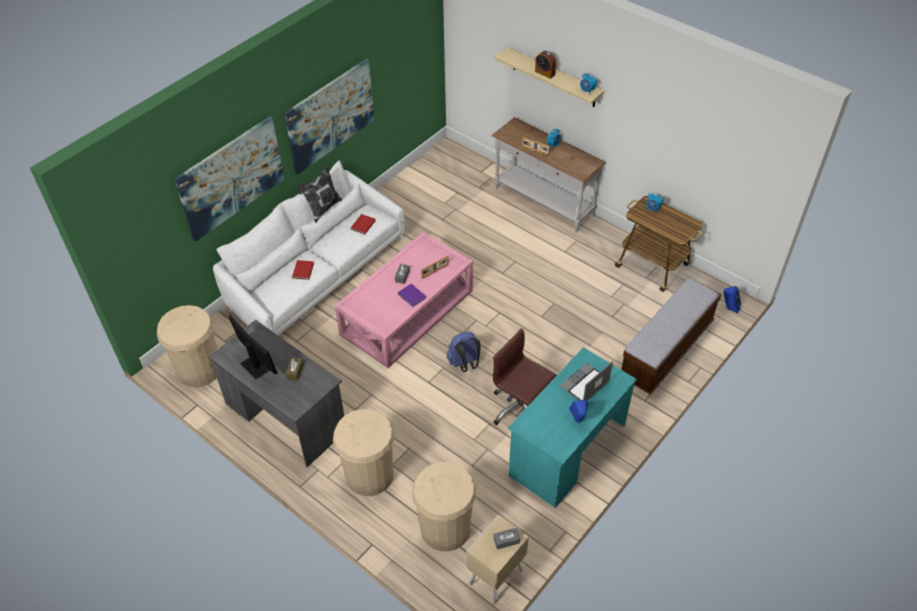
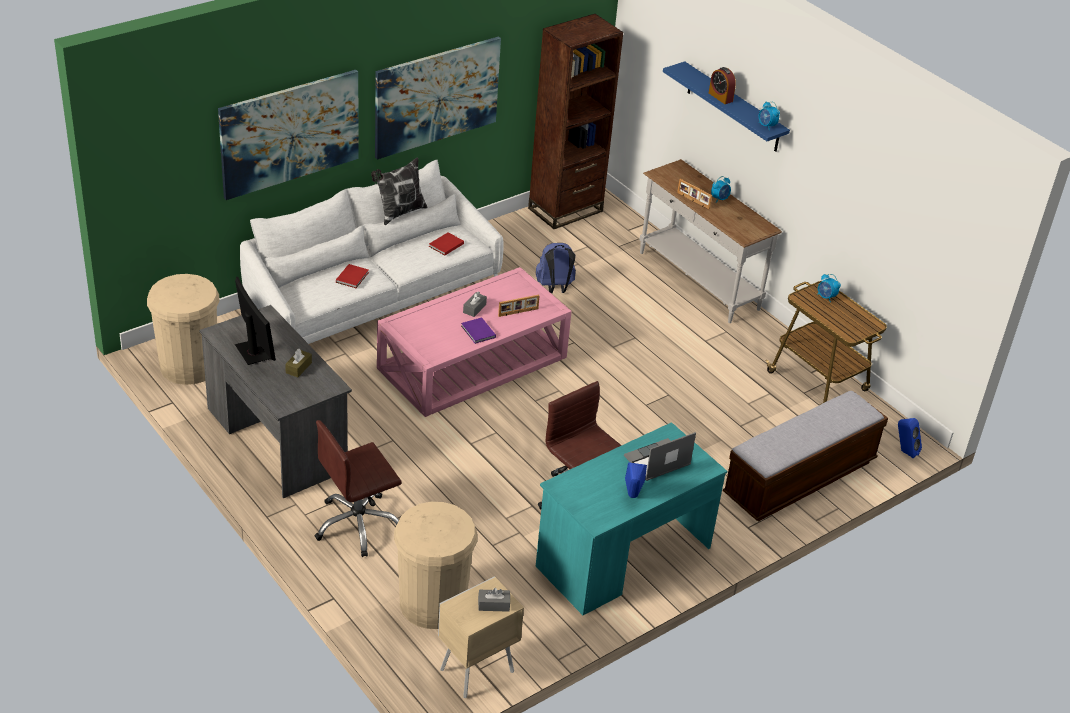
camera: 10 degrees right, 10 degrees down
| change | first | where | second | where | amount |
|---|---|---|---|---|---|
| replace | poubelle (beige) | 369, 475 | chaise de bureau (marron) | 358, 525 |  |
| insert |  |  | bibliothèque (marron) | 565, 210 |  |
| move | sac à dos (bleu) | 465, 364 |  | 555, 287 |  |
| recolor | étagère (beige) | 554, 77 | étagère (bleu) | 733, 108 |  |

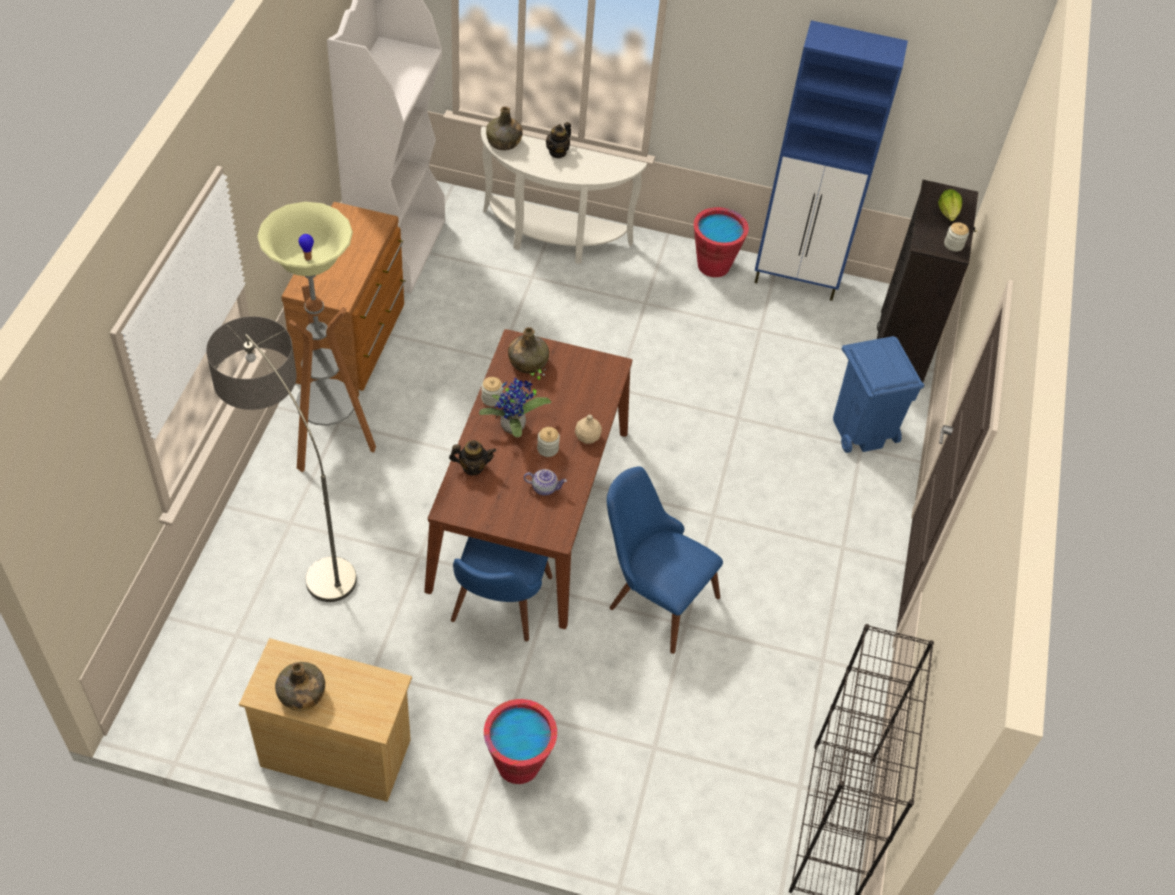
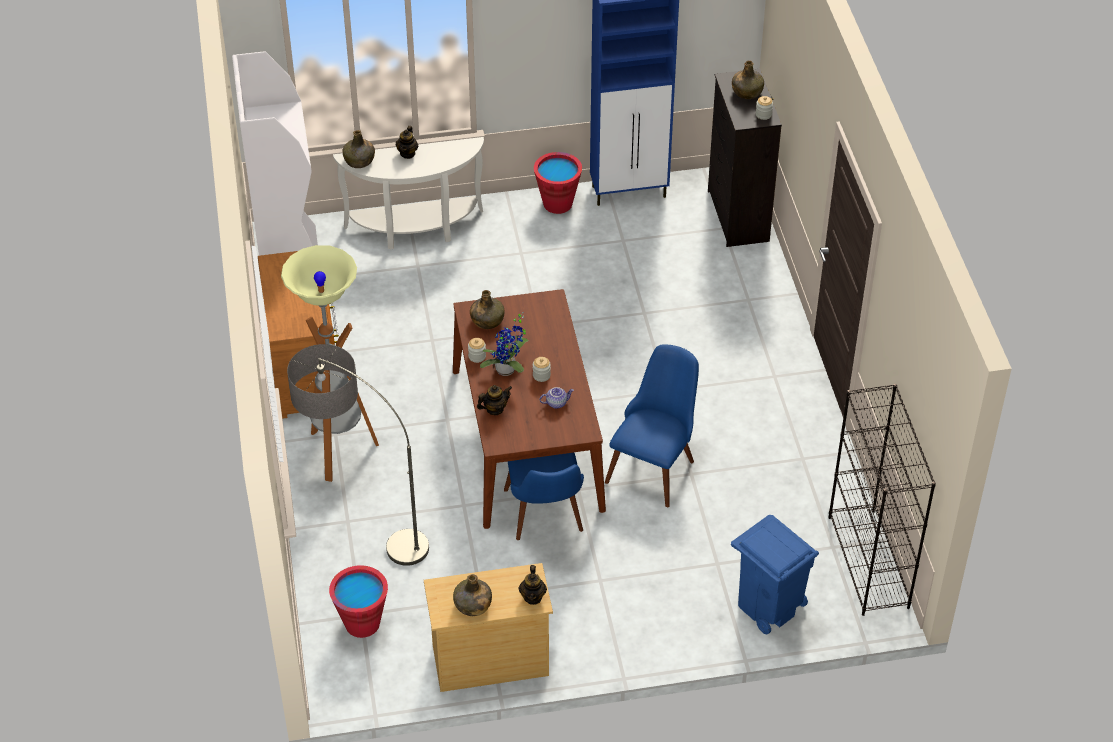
camera: 20 degrees left, 5 degrees down
| change | first | where | second | where | amount |
|---|---|---|---|---|---|
| move | seau (rouge) | 518, 764 |  | 362, 623 |  |
| insert |  |  | théière | 533, 597 |  |
| rotate | chaise (bleu) | 652, 595 |  | 655, 464 | 105 degrees clockwise |
| move | poubelle (bleu) | 861, 430 |  | 768, 606 |  |
| replace | laitue | 948, 213 | bouteille (vert) | 747, 92 |  |
| delete | bouteille (beige) | 587, 437 |  |  |  |

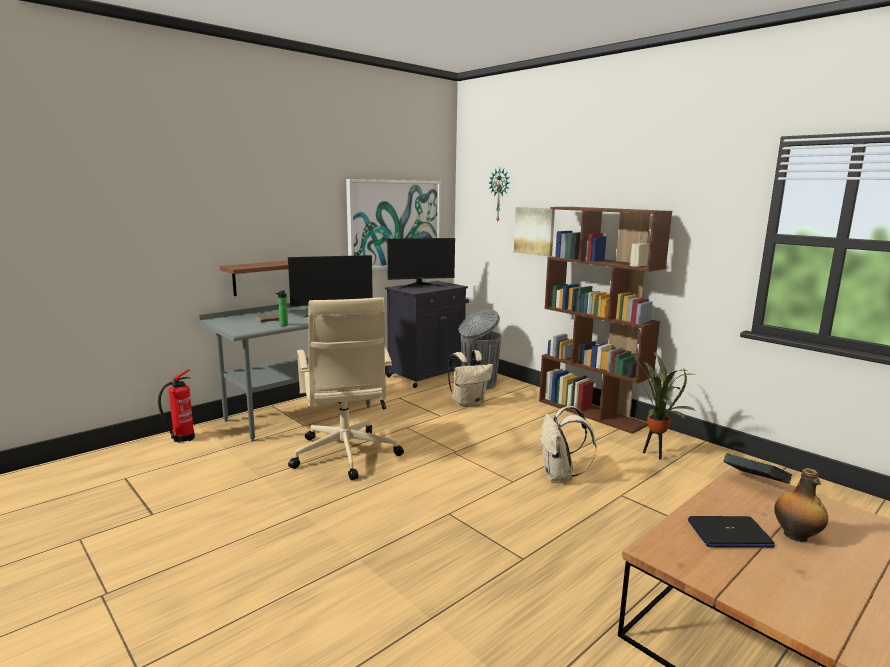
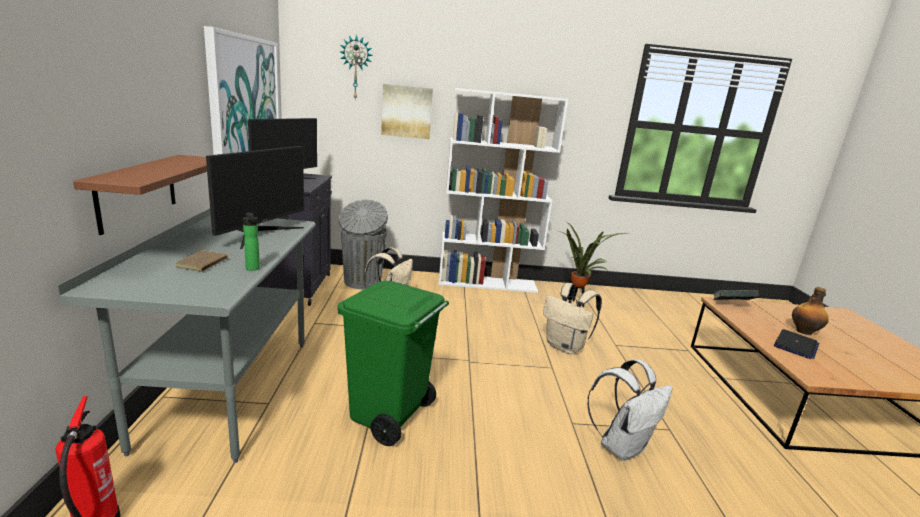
camera: 50 degrees left, 5 degrees up
| change | first | where | second | where | amount |
|---|---|---|---|---|---|
| replace | chaise de bureau (beige) | 345, 455 | poubelle (vert) | 388, 416 |  |
| recolor | bibliothèque (marron) | 592, 412 | bibliothèque (blanc) | 487, 283 |  |
| insert |  |  | sac à dos (blanc) | 622, 446 |  |

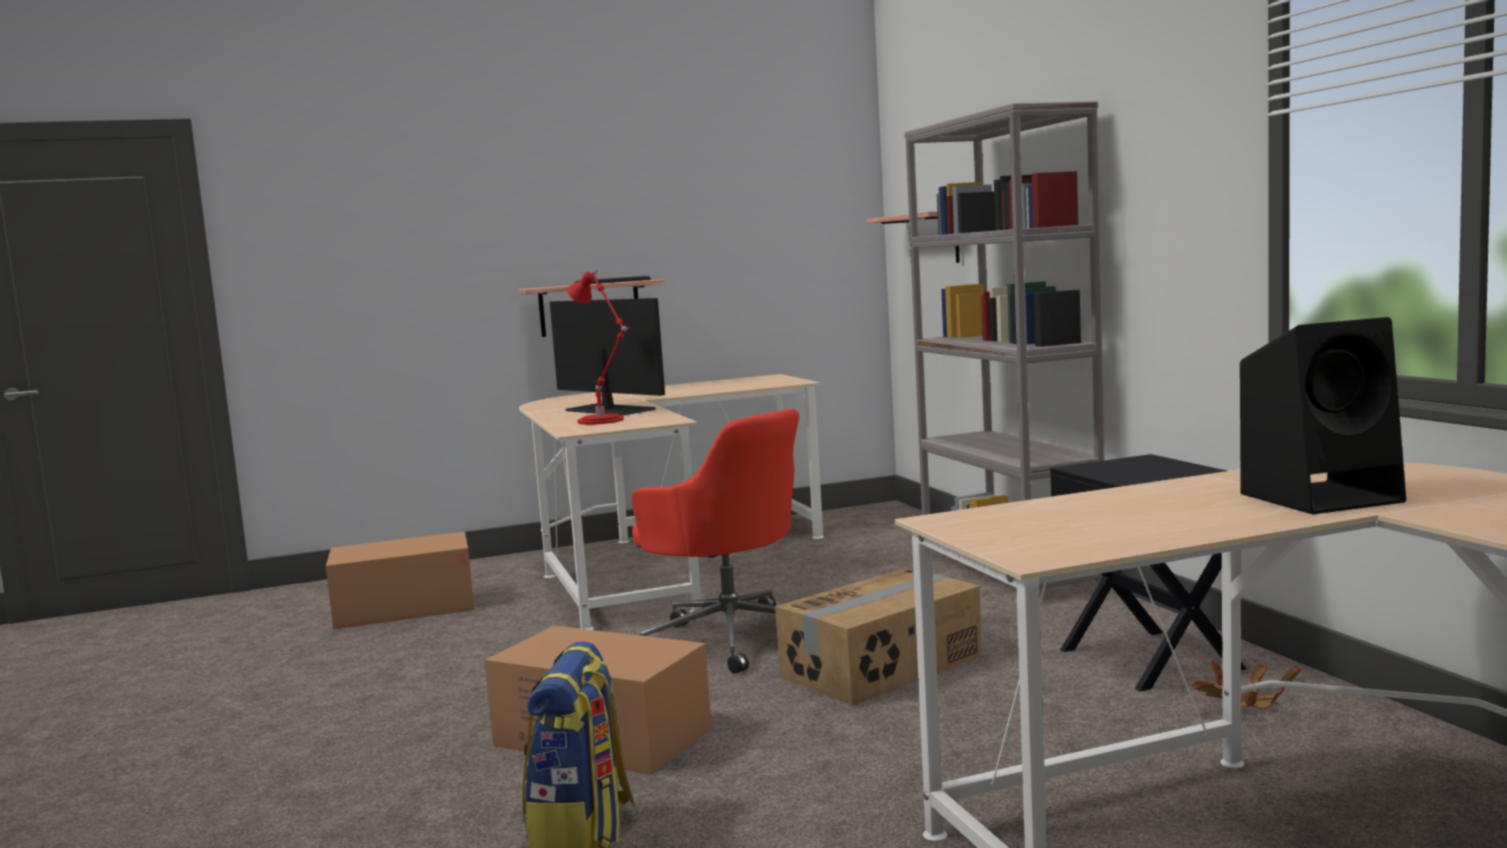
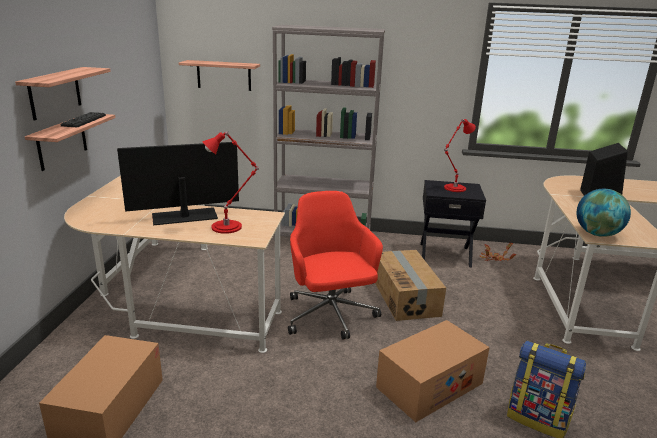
camera: 65 degrees left, 15 degrees up
| change | first | where | second | where | amount |
|---|---|---|---|---|---|
| insert |  |  | étagère | 55, 93 |  |
| rotate | chaise de bureau (rouge) | 731, 638 |  | 330, 316 | 90 degrees counterclockwise |
| insert |  |  | lampe de table (rouge) | 453, 188 |  |
| insert |  |  | globe | 597, 234 |  |

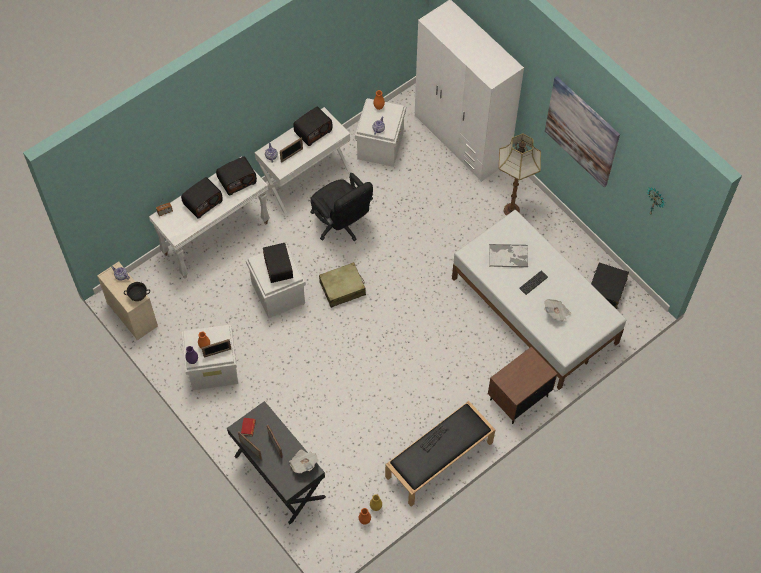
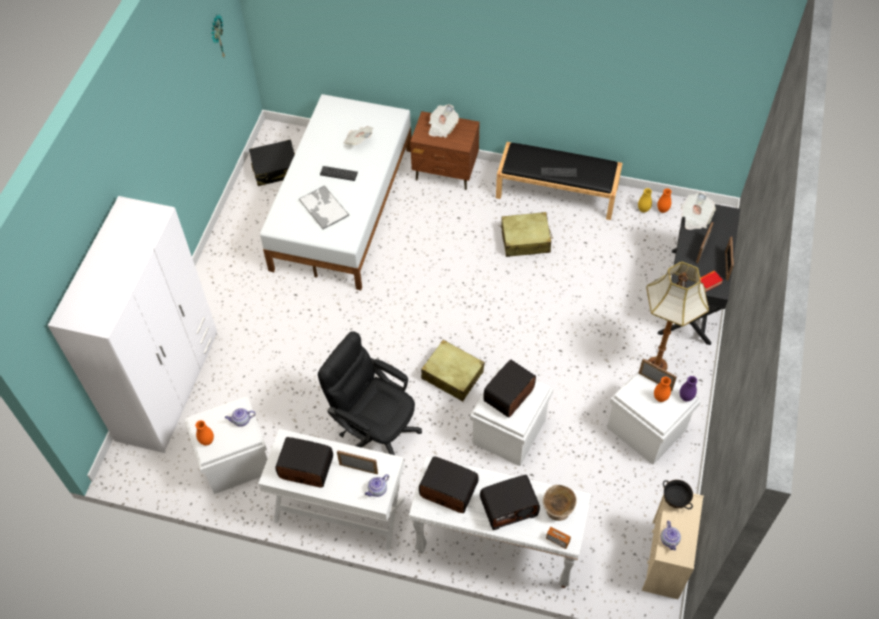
camera: 125 degrees left, 5 degrees down
| change | first | where | second | where | amount |
|---|---|---|---|---|---|
| rotate | chaise de bureau (noir) | 341, 225 |  | 374, 429 | 75 degrees counterclockwise |
| insert |  |  | journal | 442, 127 |  |
| rotate | radio | 203, 202 |  | 509, 507 | 150 degrees clockwise |
| insert |  |  | valise (beige) | 525, 240 |  |
| insert |  |  | bol (beige) | 558, 510 |  |
| move | lampadaire | 511, 211 |  | 657, 366 |  |
| delete | tableau | 582, 131 |  |  |  |

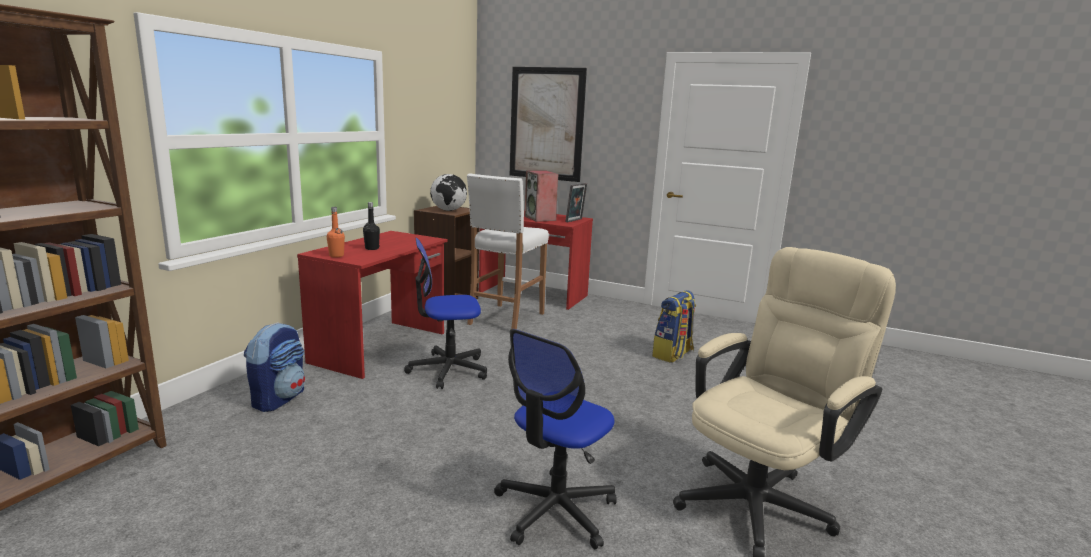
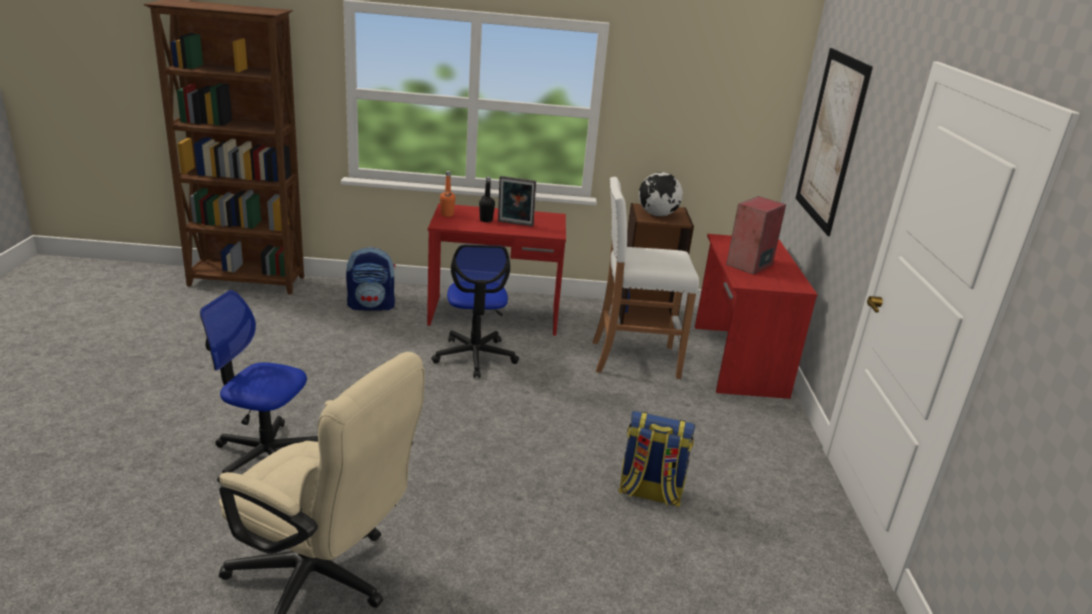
camera: 65 degrees right, 10 degrees up
| change | first | where | second | where | amount |
|---|---|---|---|---|---|
| rotate | chaise de bureau | 448, 370 |  | 475, 357 | 150 degrees counterclockwise |
| move | cadre photo | 575, 220 |  | 515, 224 |  |

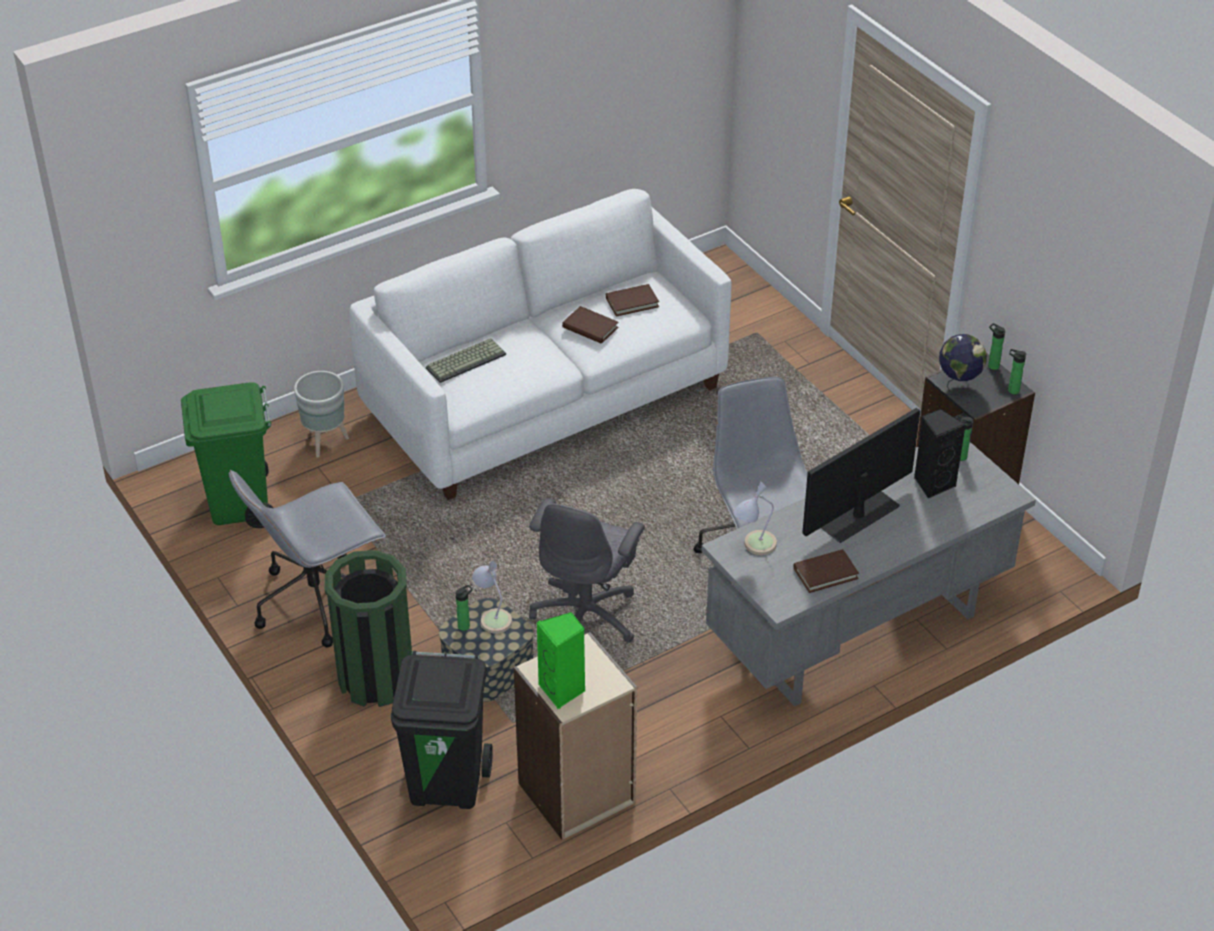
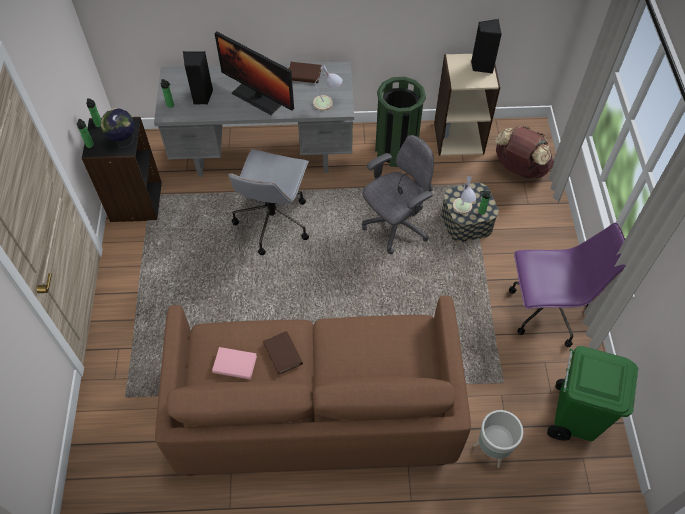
camera: 150 degrees left, 15 degrees up
| change | first | where | second | where | amount |
|---|---|---|---|---|---|
| recolor | canapé (blanc) | 545, 400 | canapé (marron) | 315, 409 |  |
| recolor | livre (marron) | 632, 302 | livre (rose) | 235, 364 |  |
| rotate | écran d'ordinateur | 857, 514 |  | 258, 97 | 45 degrees clockwise |
| move | poubelle (vert) | 376, 679 |  | 396, 150 |  |
| recolor | enceinte (vert) | 563, 690 | enceinte (noir) | 481, 66 |  |
| replace | poubelle (noir) | 447, 784 | sac à dos (marron) | 519, 168 |  |
| recolor | chaise de bureau (gris) | 318, 600 | chaise de bureau (violet) | 546, 310 |  |
| delete | clavier | 466, 360 |  |  |  |

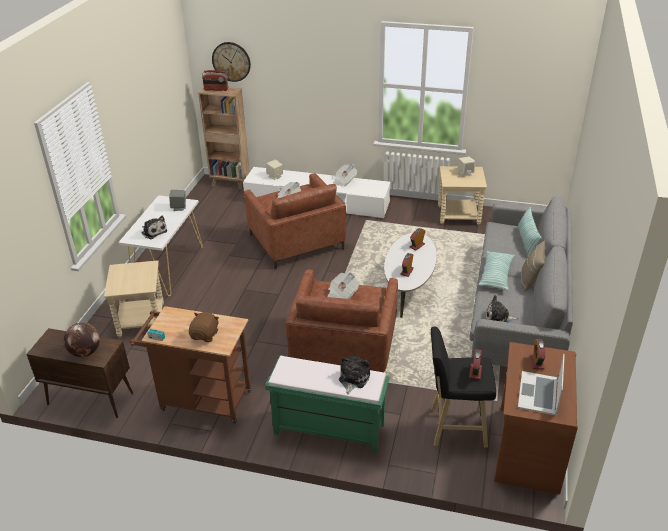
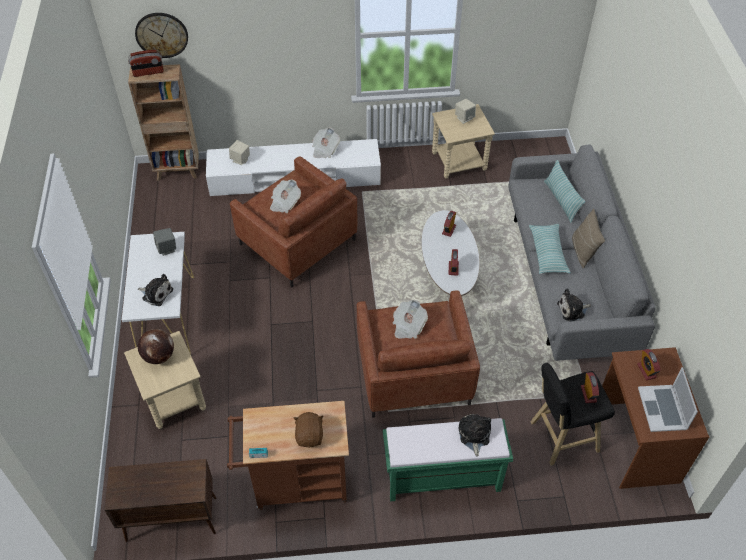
camera: 20 degrees left, 15 degrees up
| change | first | where | second | where | amount |
|---|---|---|---|---|---|
| move | globe | 85, 352 |  | 159, 356 |  |

